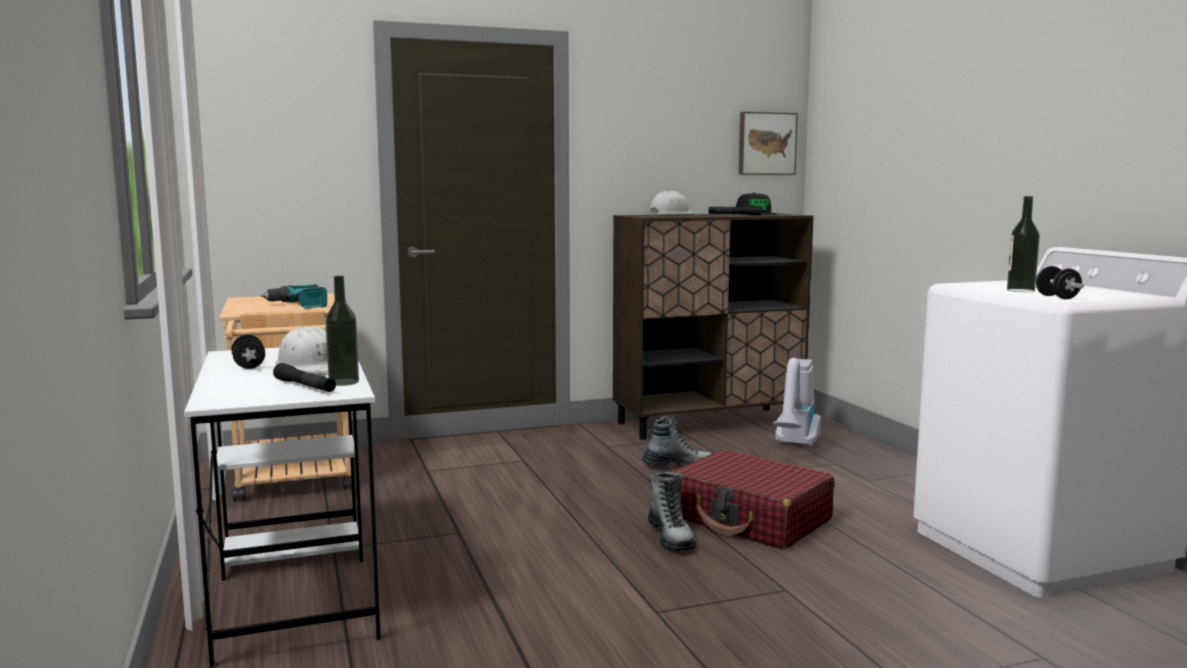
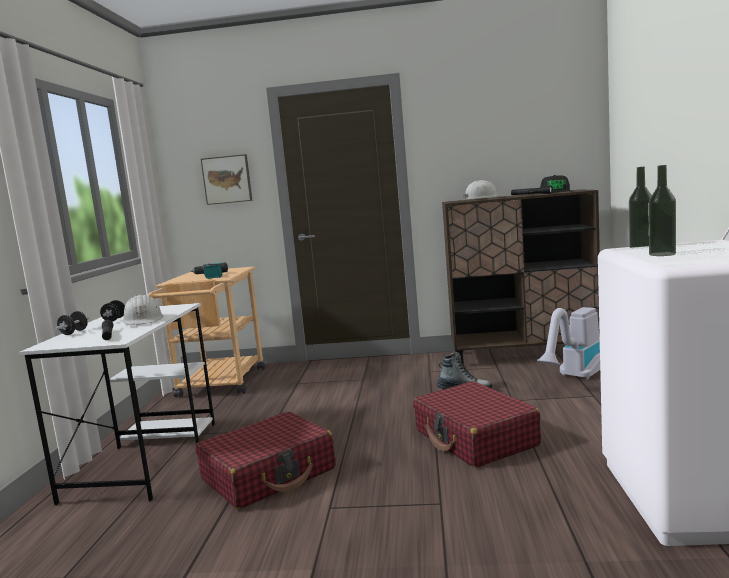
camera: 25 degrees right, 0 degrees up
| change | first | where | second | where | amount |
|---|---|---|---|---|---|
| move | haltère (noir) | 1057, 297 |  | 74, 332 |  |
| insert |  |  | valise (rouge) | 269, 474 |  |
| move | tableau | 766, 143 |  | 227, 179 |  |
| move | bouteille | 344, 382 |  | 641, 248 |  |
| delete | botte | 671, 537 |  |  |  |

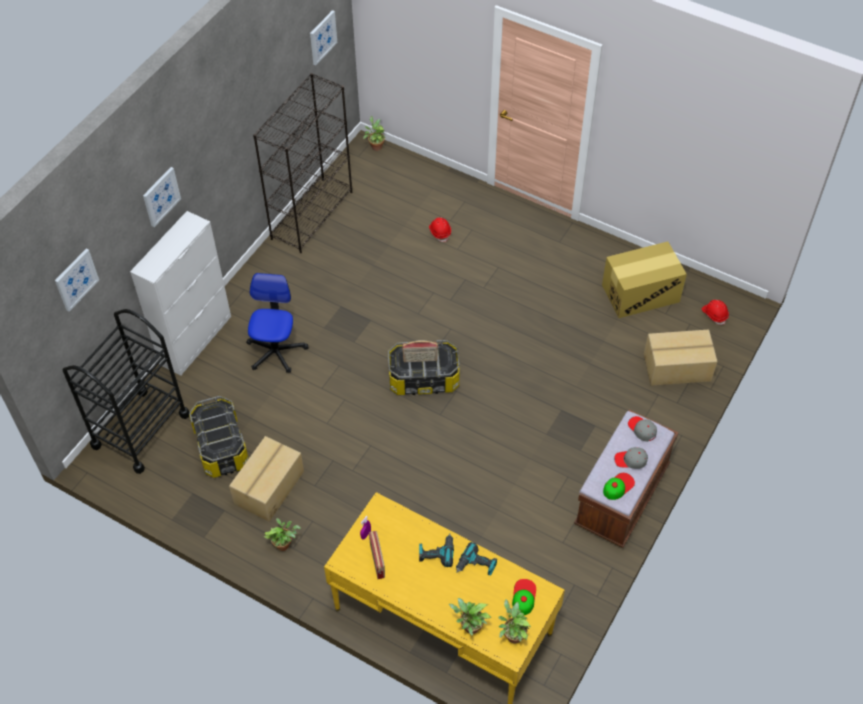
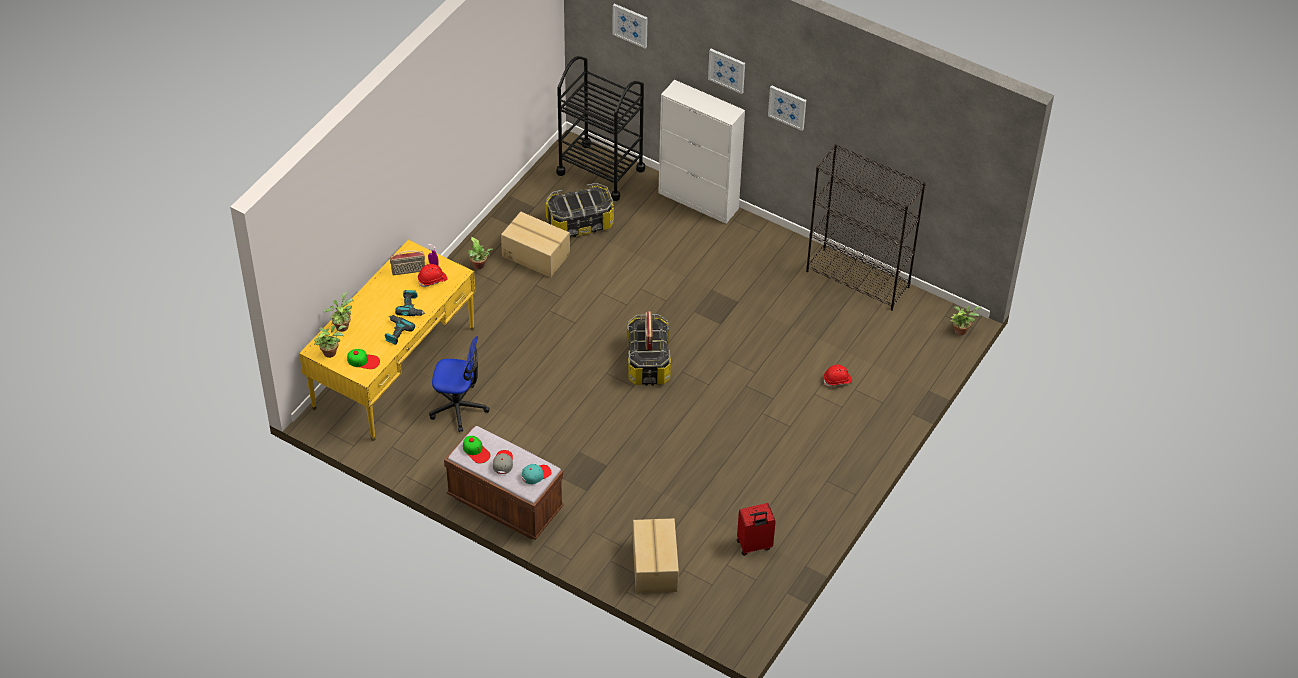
camera: 90 degrees right, 5 degrees down
| change | first | where | second | where | amount |
|---|---|---|---|---|---|
| move | casque de chantier (rouge) | 714, 314 |  | 432, 280 |  |
| move | chaise de bureau | 276, 351 |  | 458, 407 |  |
| recolor | casquette (gris) | 642, 430 | casquette (turquoise) | 536, 475 |  |
| replace | carton | 640, 293 | valise (rouge) | 754, 545 |  |
| move | tableau | 322, 37 |  | 787, 107 |  |

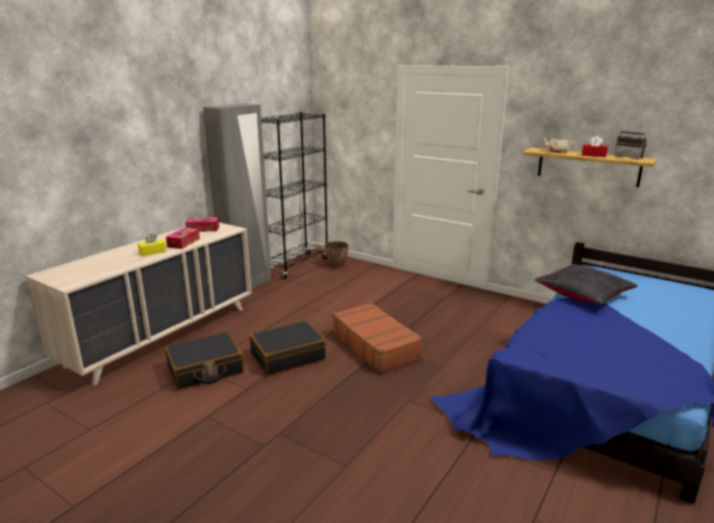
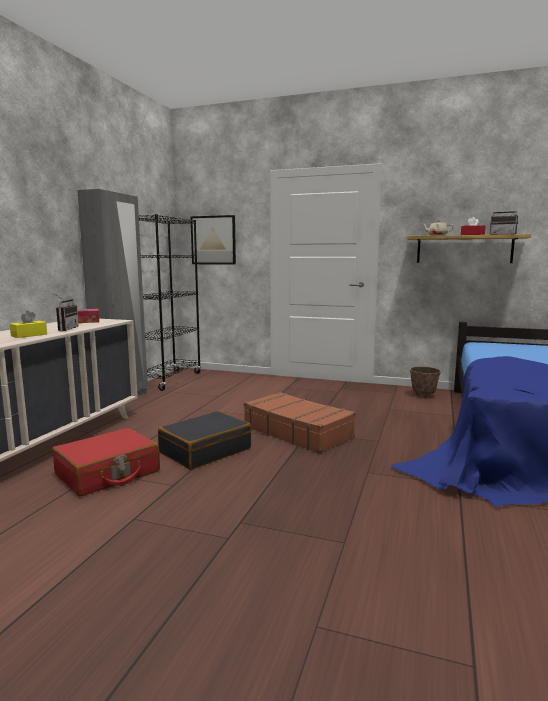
camera: 15 degrees left, 10 degrees down
| change | first | where | second | where | amount |
|---|---|---|---|---|---|
| replace | boîte à mouchoirs | 183, 243 | radio | 65, 329 |  |
| recolor | valise (noir) | 205, 370 | valise (rouge) | 108, 473 |  |
| insert |  |  | tableau | 213, 240 |  |
| move | cache-pot | 336, 265 |  | 423, 395 |  |
| delete | coussin (noir) | 583, 294 |  |  |  |

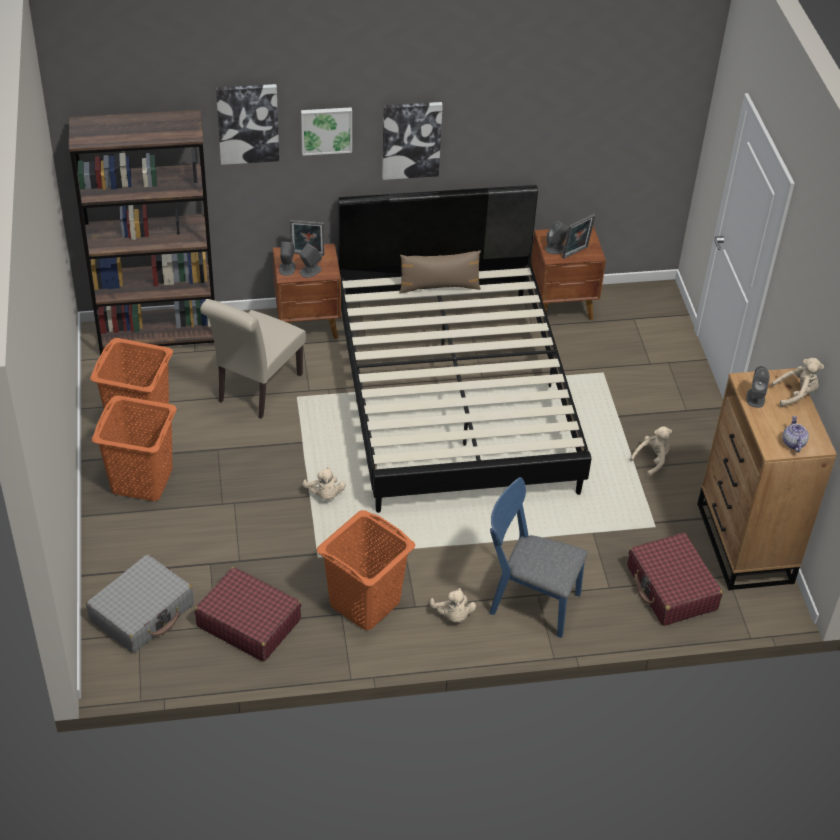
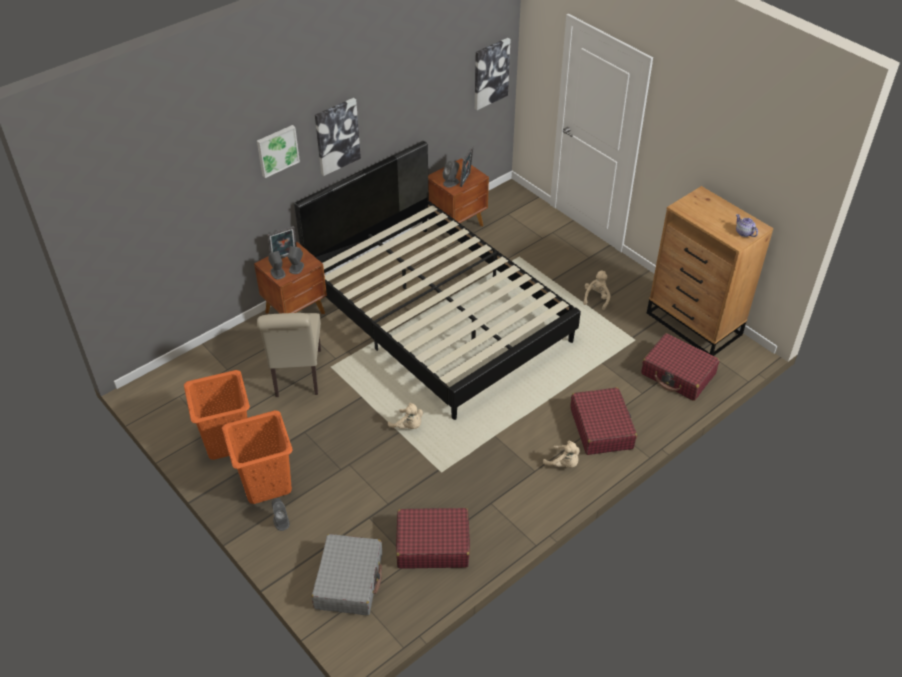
camera: 30 degrees left, 0 degrees up
| change | first | where | second | where | amount |
|---|---|---|---|---|---|
| move | enceinte (gris) | 755, 398 |  | 281, 521 |  |
| move | tableau | 247, 123 |  | 490, 73 |  |
| replace | chaise (bleu) | 528, 600 | valise (rouge) | 601, 428 |  |
| delete | bibliothèque (marron) | 159, 335 |  |  |  |
| delete | panier à linge (orange) | 364, 603 |  |  |  |
| delete | coussin (marron) | 439, 286 |  |  |  |
| delete | peluche (beige) | 796, 394 |  |  |  |

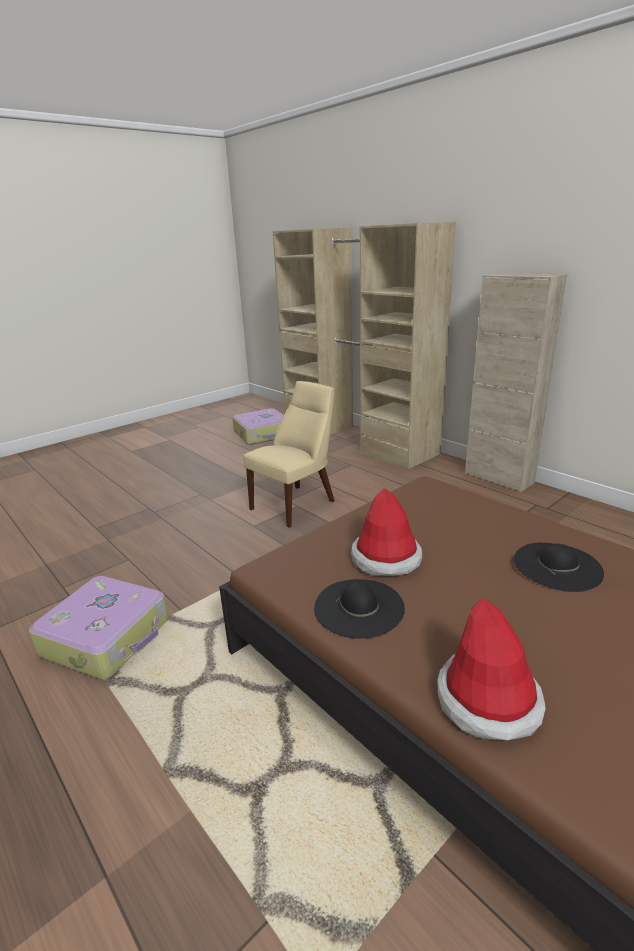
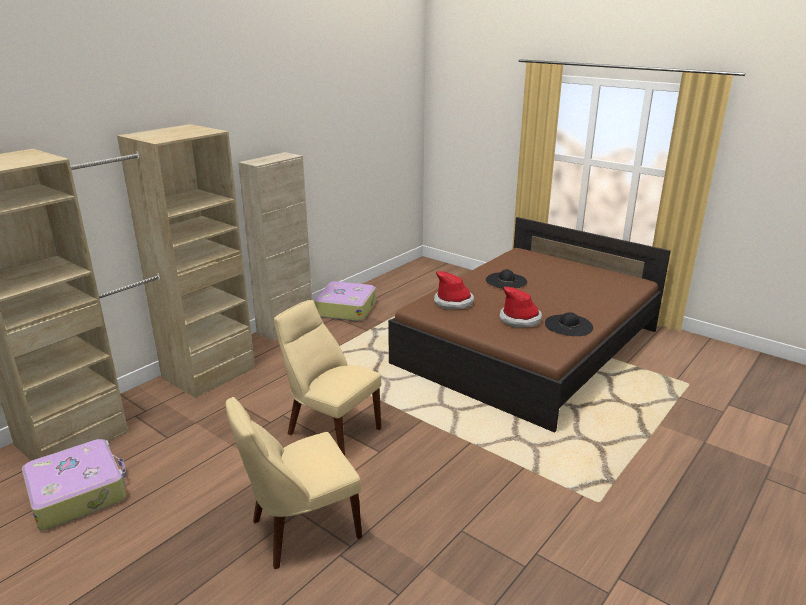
camera: 100 degrees left, 0 degrees up
| change | first | where | second | where | amount |
|---|---|---|---|---|---|
| insert |  |  | chaise (beige) | 300, 530 |  |
| move | valise | 108, 637 |  | 346, 309 |  |
| move | chapeau | 488, 700 |  | 453, 302 |  |

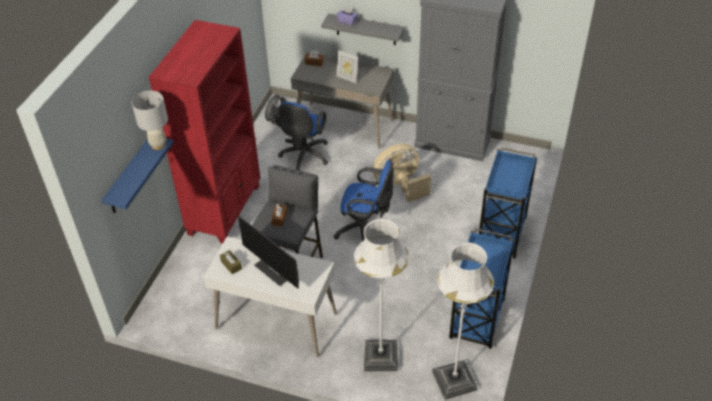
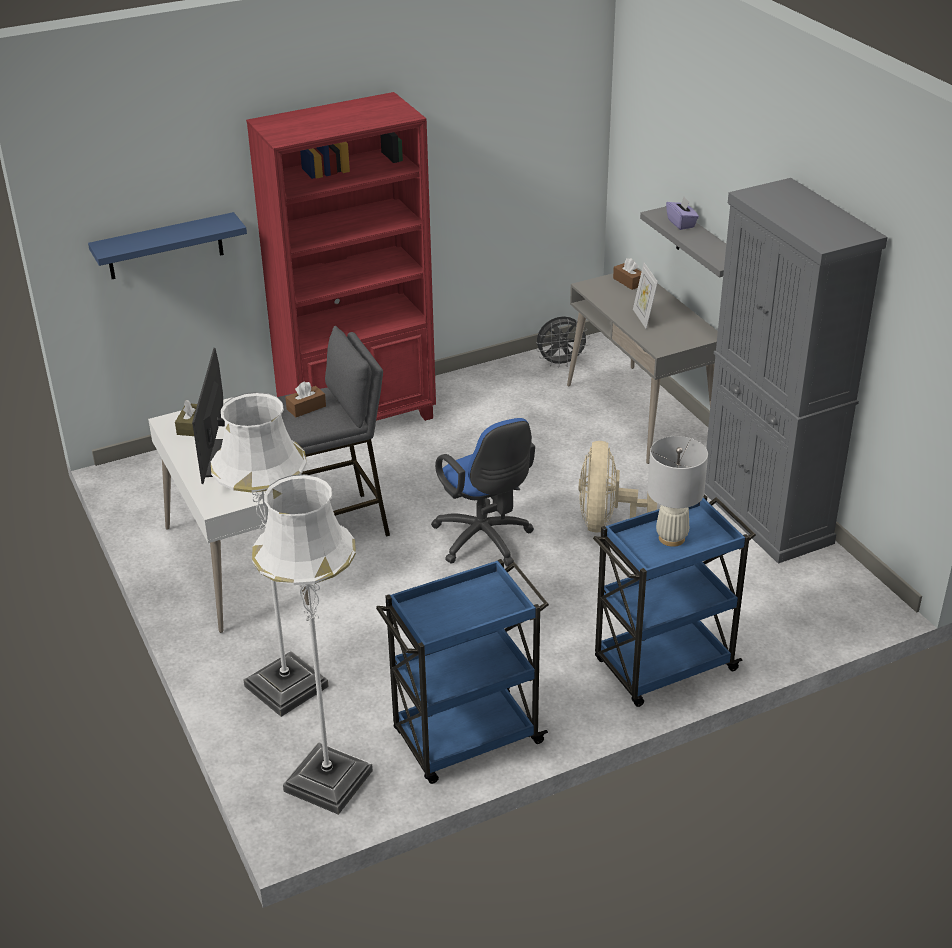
camera: 45 degrees right, 10 degrees down
| change | first | where | second | where | amount |
|---|---|---|---|---|---|
| rotate | ventilateur (beige) | 400, 186 |  | 608, 521 | 105 degrees counterclockwise |
| move | lampe de table (blanc) | 158, 145 |  | 671, 538 |  |
| delete | chaise de bureau (bleu) | 304, 157 |  |  |  |

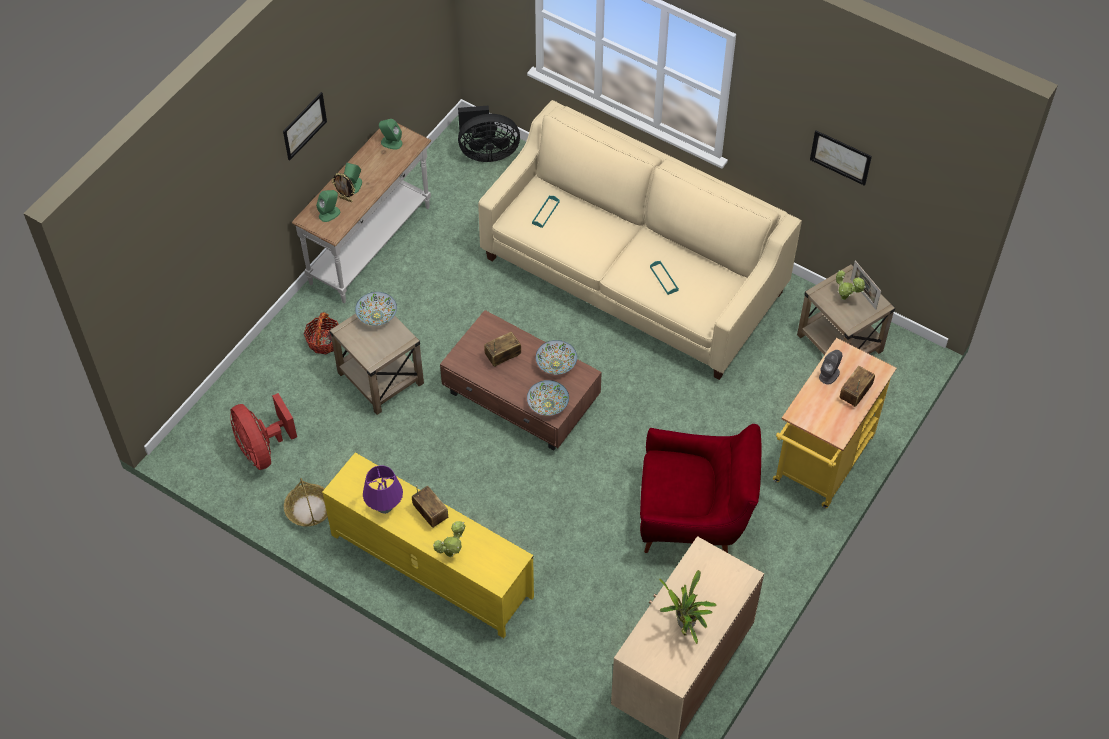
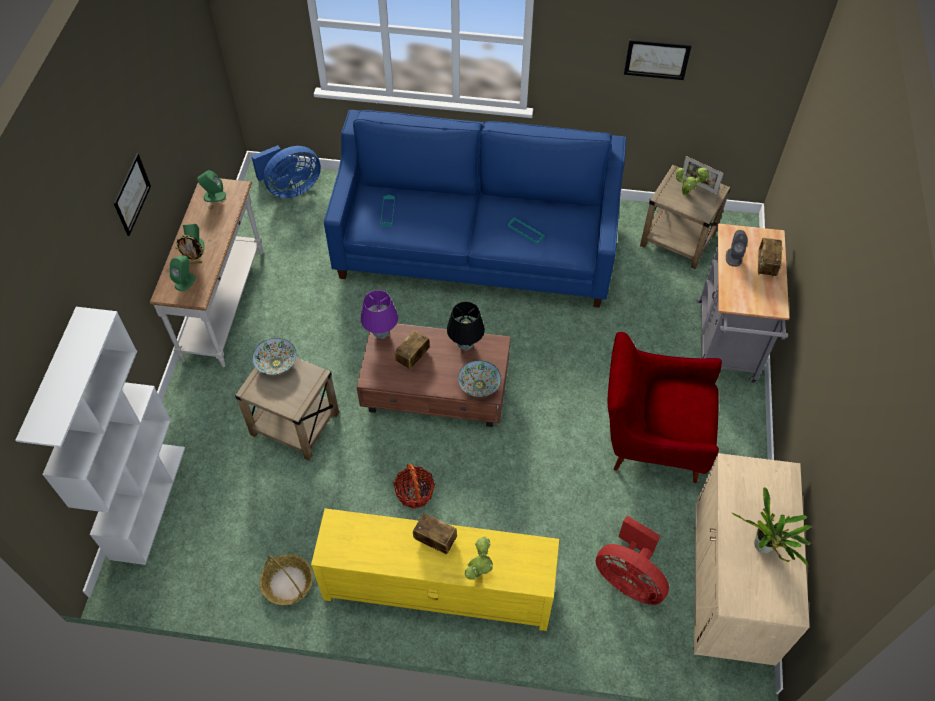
camera: 25 degrees left, 0 degrees up
| change | first | where | second | where | amount |
|---|---|---|---|---|---|
| insert |  |  | bibliothèque (blanc) | 148, 501 |  |
| recolor | ventilateur (noir) | 487, 152 | ventilateur (bleu) | 291, 189 |  |
| recolor | canapé (beige) | 633, 276 | canapé (bleu) | 476, 247 |  |
| move | lampe de table (violet) | 385, 508 |  | 381, 334 |  |
| move | panier | 324, 341 |  | 415, 492 |  |
| replace | bol | 556, 364 | lampe de table (noir) | 466, 345 |  |
| move | ventilateur (rouge) | 262, 449 |  | 629, 579 |  |
| rotate | fauteuil (rouge) | 694, 518 |  | 651, 438 | 150 degrees counterclockwise |
| recolor | chariot (jaune) | 820, 465 | chariot (gris) | 726, 347 |  |

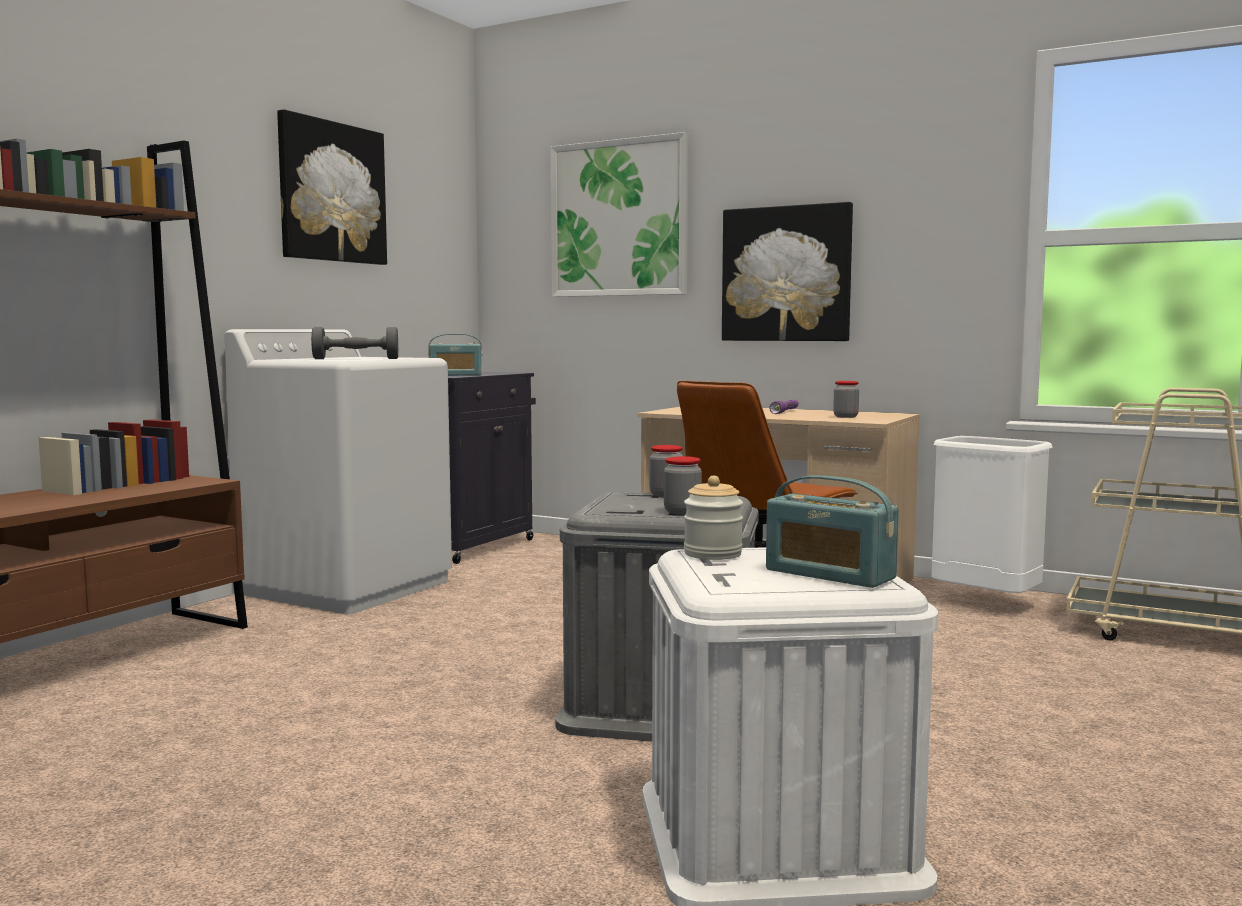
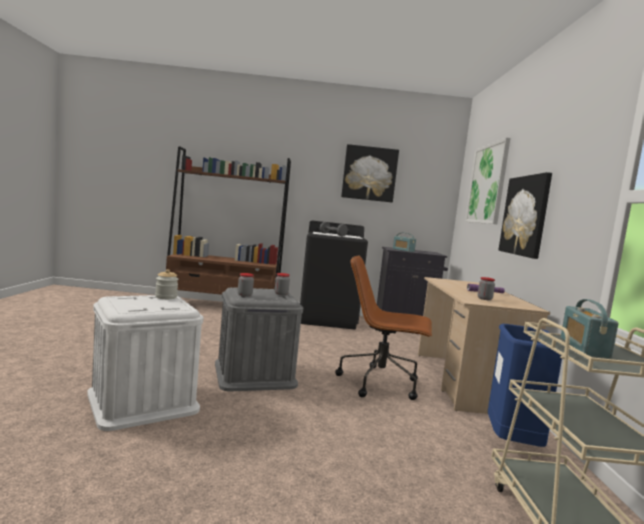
camera: 60 degrees right, 0 degrees up
| change | first | where | second | where | amount |
|---|---|---|---|---|---|
| recolor | lave-linge (blanc) | 348, 587 | lave-linge (noir) | 328, 319 |  |
| recolor | poubelle (blanc) | 985, 604 | poubelle (bleu) | 512, 443 |  |
| move | radio | 829, 574 |  | 583, 347 |  |

